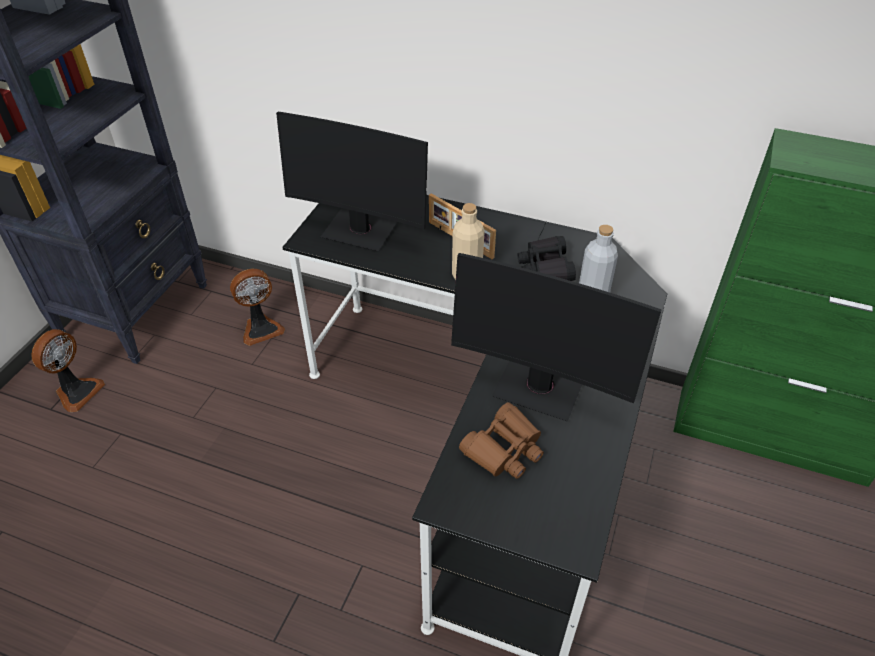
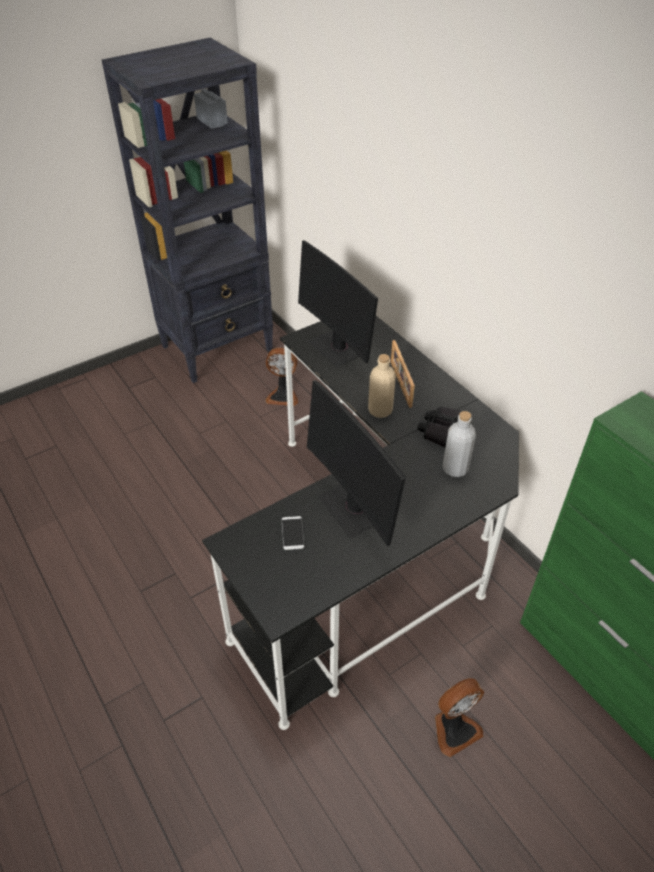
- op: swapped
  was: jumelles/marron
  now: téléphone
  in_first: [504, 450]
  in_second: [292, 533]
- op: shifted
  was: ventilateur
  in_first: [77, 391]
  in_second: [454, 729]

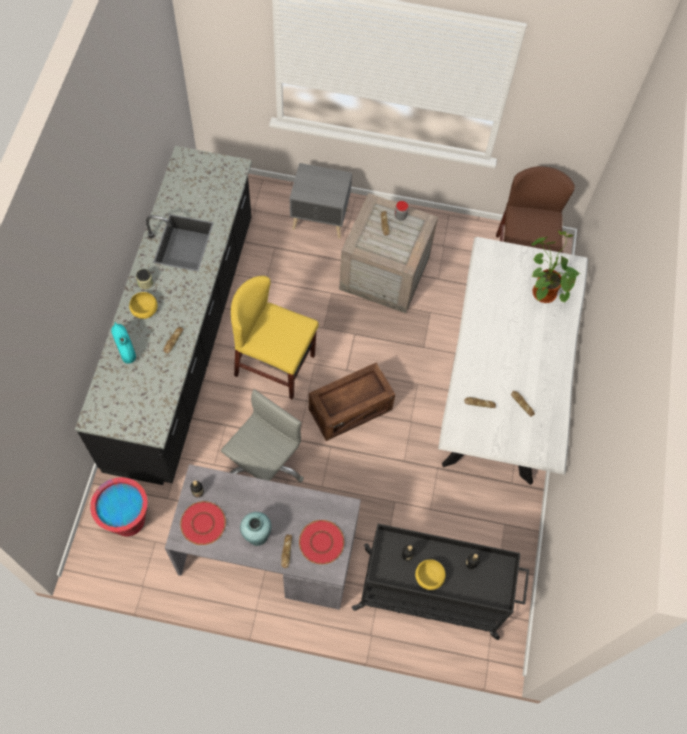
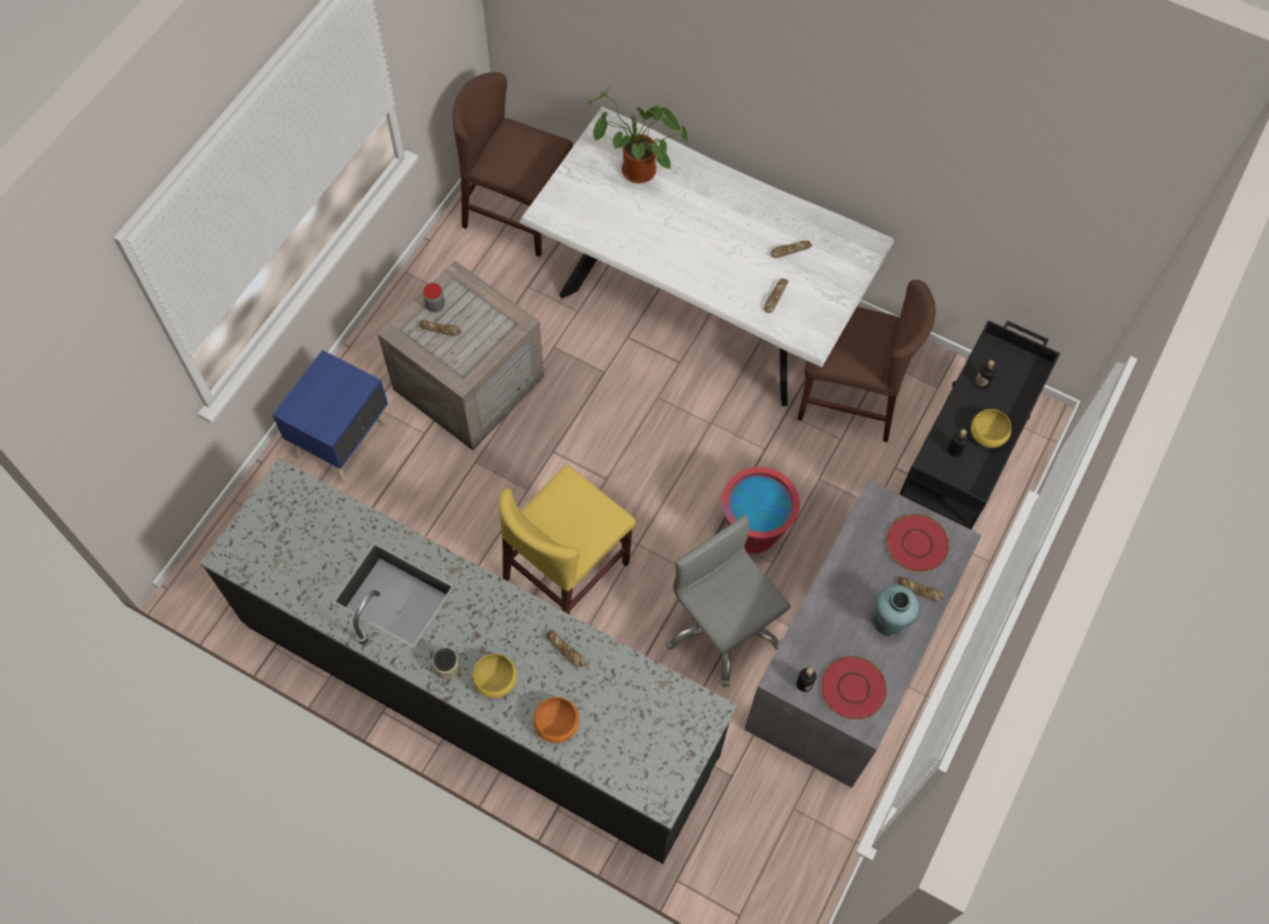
- op: repainted
  was: table de chevet/gris
  now: table de chevet/bleu
  in_first: [320, 220]
  in_second: [344, 440]
- op: swapped
  was: vase/turquoise
  now: bol/orange
  in_first: [125, 349]
  in_second: [557, 723]
- op: shifted
  was: seau/rouge
  in_first: [128, 520]
  in_second: [753, 532]
- op: new
  now: chaise/marron
  in_second: [849, 397]
- op: gone
  was: caisse
  in_first: [350, 410]

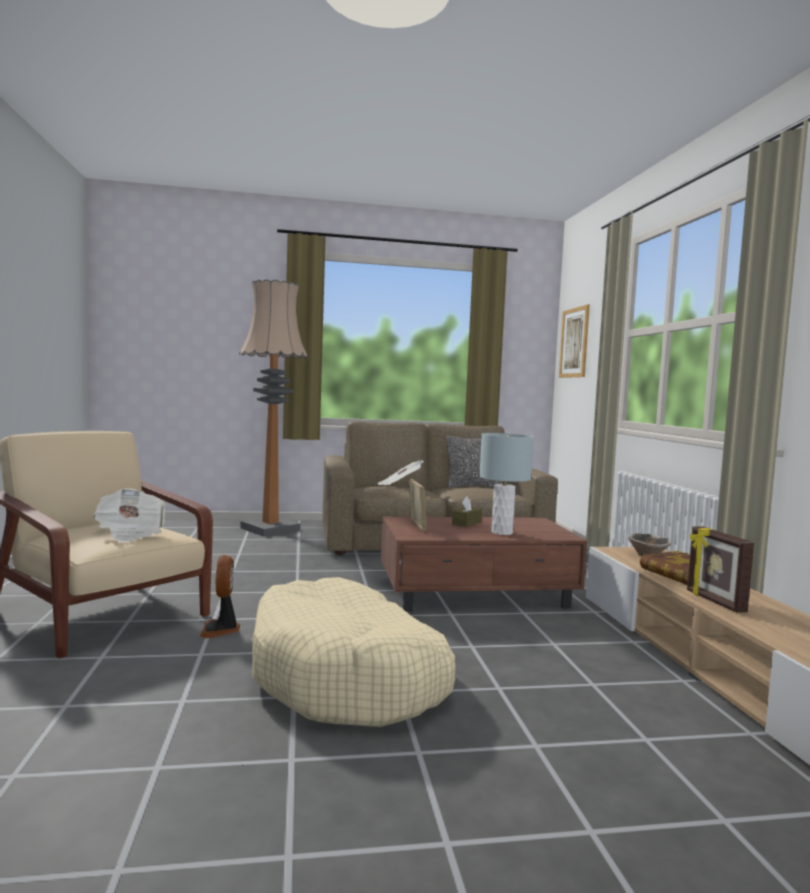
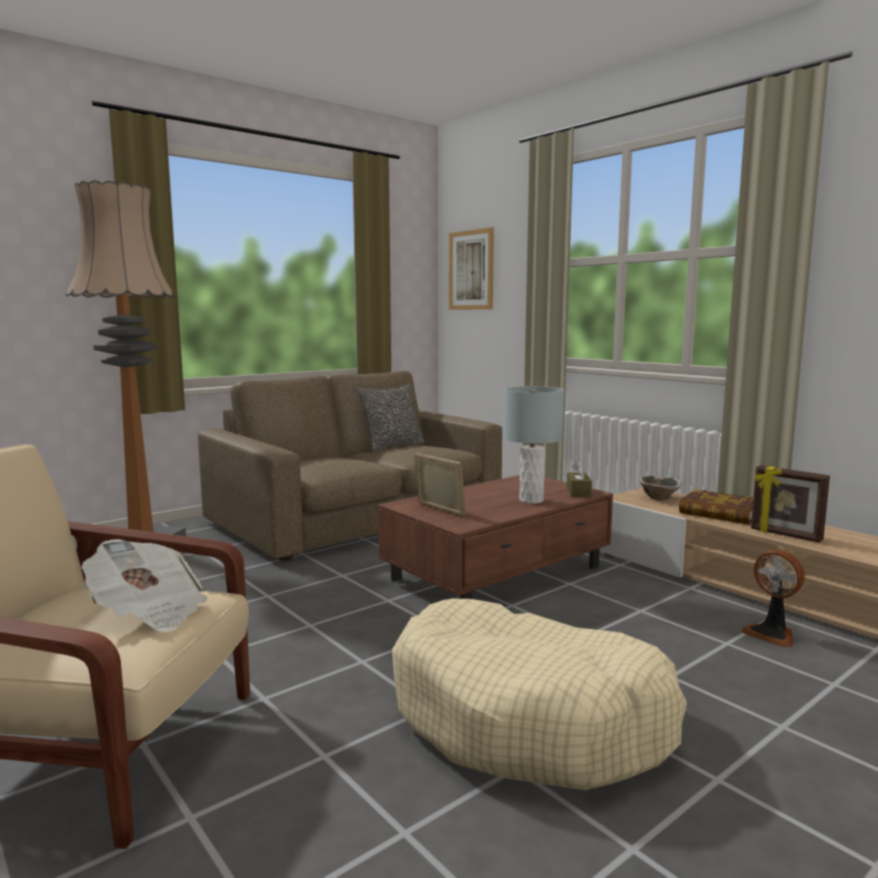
- op: shifted
  was: boîte à mouchoirs/marron
  in_first: [466, 523]
  in_second: [578, 492]
- op: shifted
  was: ventilateur
  in_first: [221, 629]
  in_second: [772, 634]
- op: gone
  was: journal
  in_first: [399, 485]

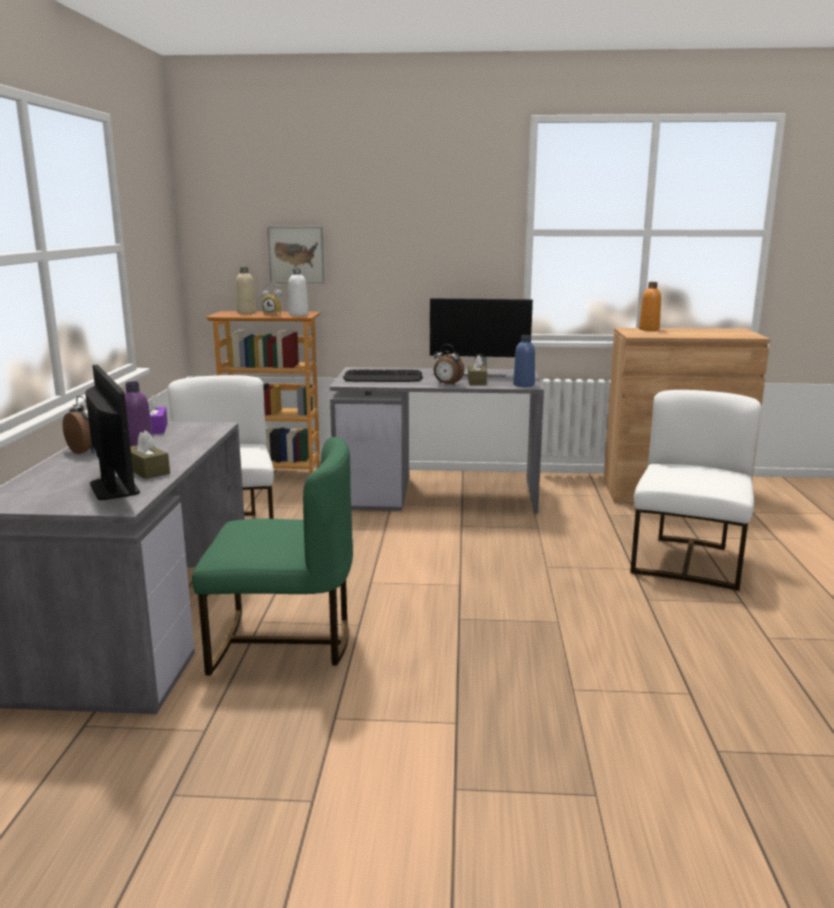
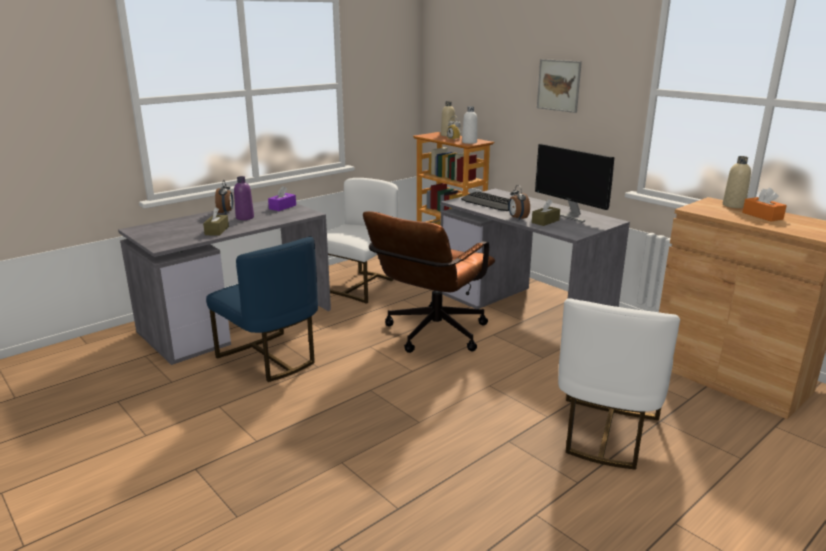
- op: repainted
  was: chaise/vert
  now: chaise/bleu
  in_first: [283, 642]
  in_second: [270, 358]
- op: new
  now: chaise de bureau/marron
  in_second: [430, 335]
- op: shifted
  was: tableau
  in_first: [296, 254]
  in_second: [559, 85]
- op: rotated
  was: chaise/blanc
  in_first: [688, 561]
  in_second: [605, 433]
  clockwise: 135
- op: repainted
  was: bouteille/orange
  now: bouteille/beige
  in_first: [649, 329]
  in_second: [733, 205]
- op: new
  now: boîte à mouchoirs/orange
  in_second: [762, 216]
- op: gone
  was: écran d'ordinateur
  in_first: [114, 488]
- op: gone
  was: bouteille/bleu
  in_first: [523, 385]

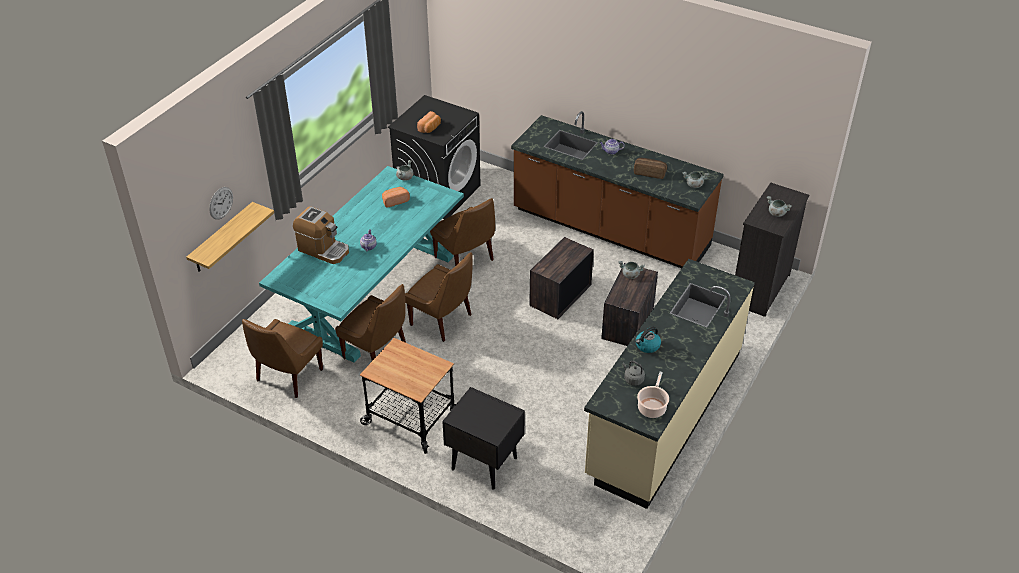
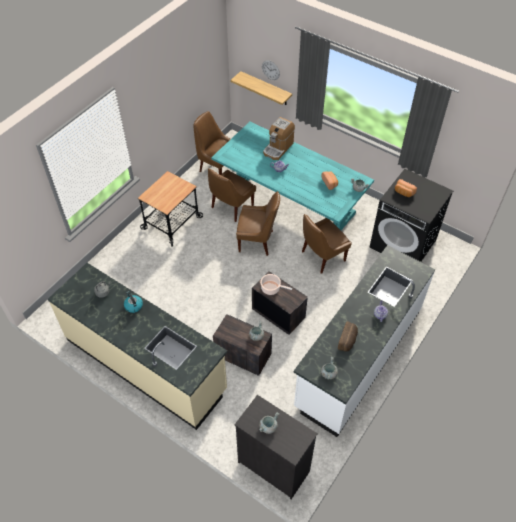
- op: rotated
  was: chaise/marron
  in_first: [443, 321]
  in_second: [257, 241]
  clockwise: -120
- op: shifted
  was: marmite
  in_first: [652, 407]
  in_second: [271, 289]
- op: repainted
  was: comptoir de cuisine/marron
  now: comptoir de cuisine/blanc
  in_first: [610, 229]
  in_second: [358, 357]
- op: gone
  was: table de chevet/noir
  in_first: [483, 462]

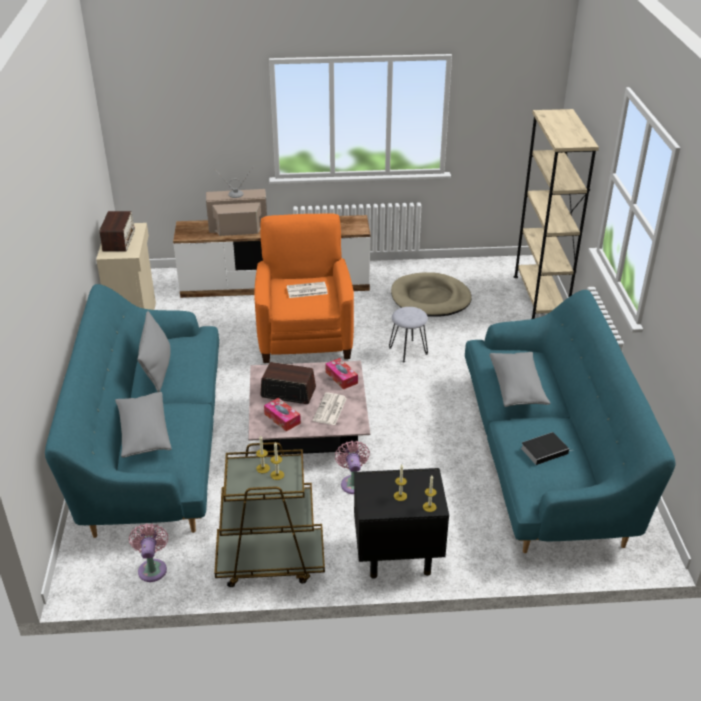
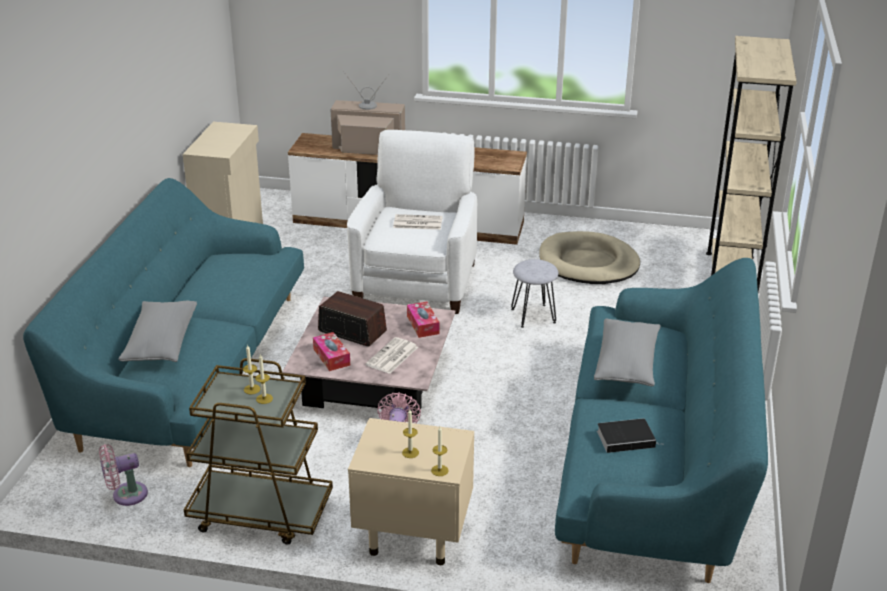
- op: rotated
  was: ventilateur/rose
  in_first: [152, 568]
  in_second: [126, 495]
  clockwise: -120
- op: repainted
  was: fauteuil/orange
  now: fauteuil/blanc
  in_first: [305, 336]
  in_second: [416, 282]
- op: repainted
  was: table de chevet/noir
  now: table de chevet/beige
  in_first: [396, 555]
  in_second: [412, 535]
- op: gone
  was: radio
  in_first: [119, 240]
- op: gone
  was: coussin/gris
  in_first: [157, 367]

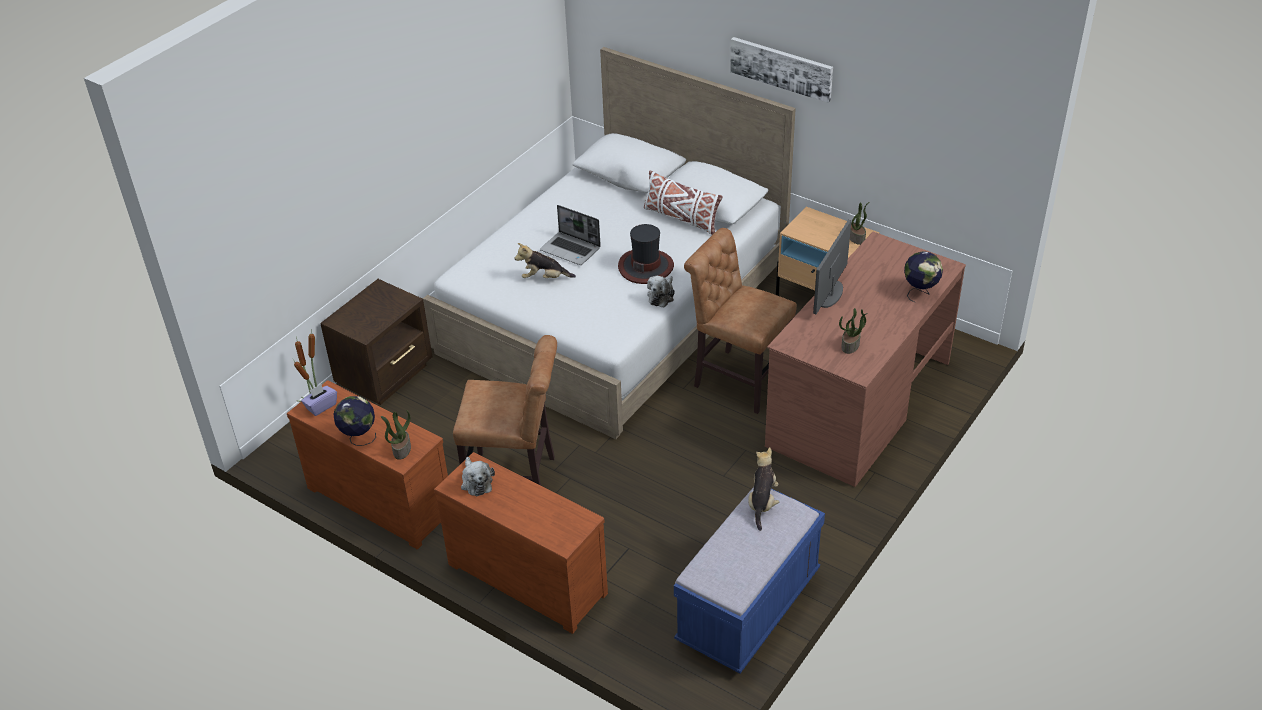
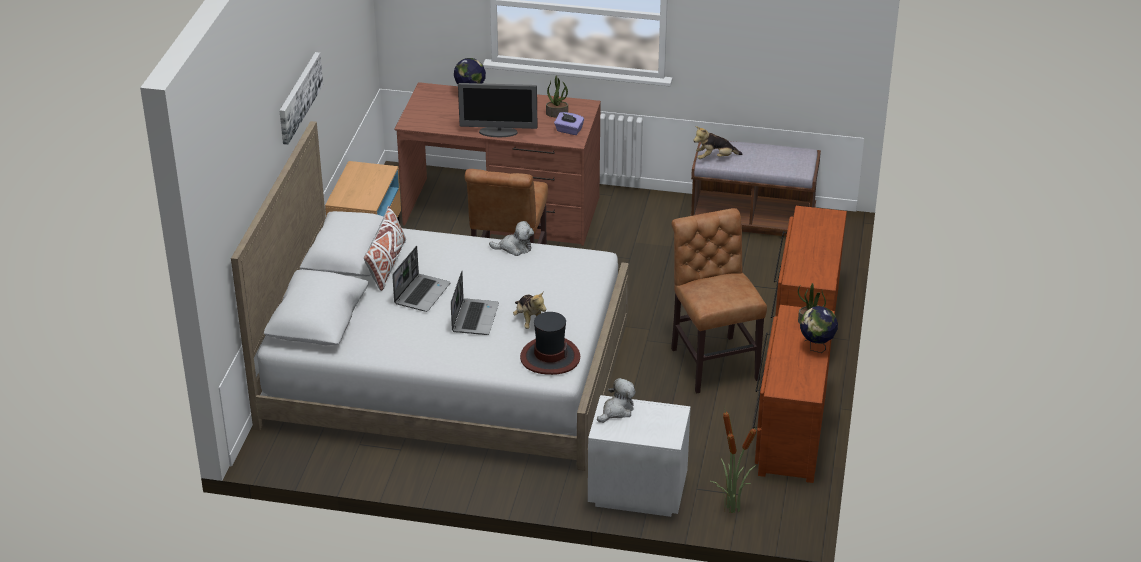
- op: new
  now: ordinateur portable
  in_second: [422, 293]
- op: shifted
  was: chapeau
  in_first: [646, 266]
  in_second: [549, 357]
- op: shifted
  was: boîte à mouchoirs/violet
  in_first: [321, 406]
  in_second: [569, 130]
- op: repainted
  was: table de chevet/marron
  now: table de chevet/blanc
  in_first: [386, 375]
  in_second: [636, 492]
- op: shifted
  was: peluche
  in_first: [476, 482]
  in_second: [617, 410]
- op: repainted
  was: banc/bleu
  now: banc/marron
  in_first: [748, 609]
  in_second: [752, 218]
- op: gone
  was: plante en pot
  in_first: [856, 238]

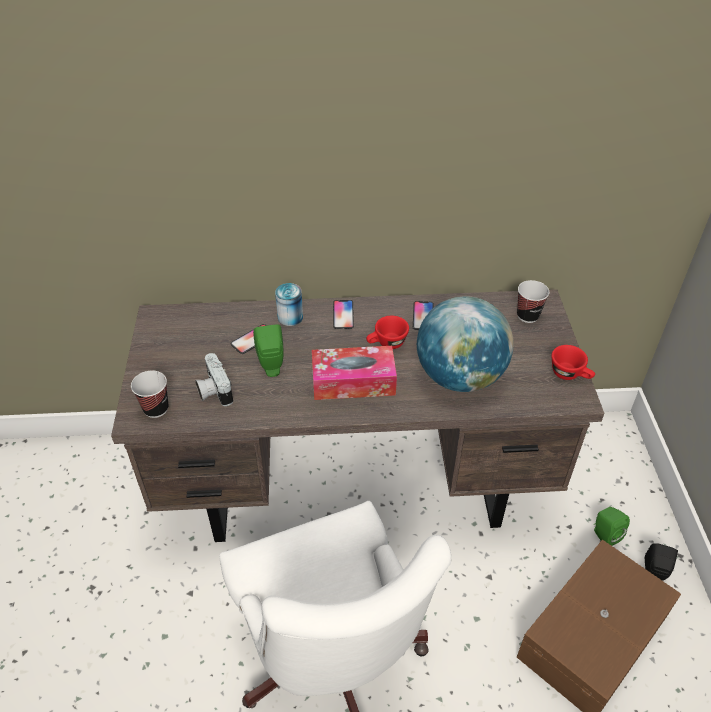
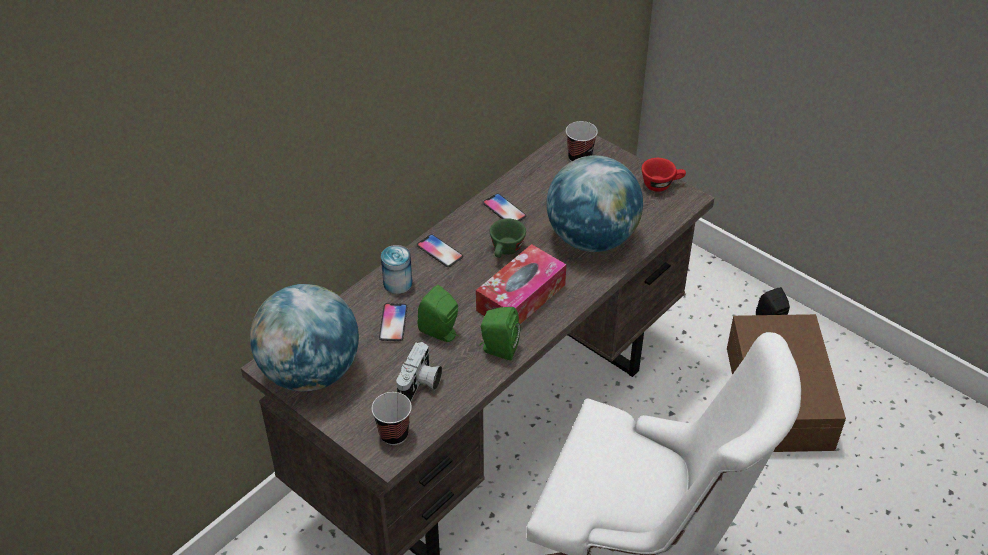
- op: new
  now: globe
  in_second: [310, 372]
- op: rotated
  was: appareil photo
  in_first: [213, 390]
  in_second: [420, 385]
  clockwise: -90
- op: shifted
  was: enceinte/vert
  in_first: [604, 535]
  in_second: [498, 349]
- op: repainted
  was: tasse/rouge
  now: tasse/vert
  in_first: [386, 344]
  in_second: [506, 251]

